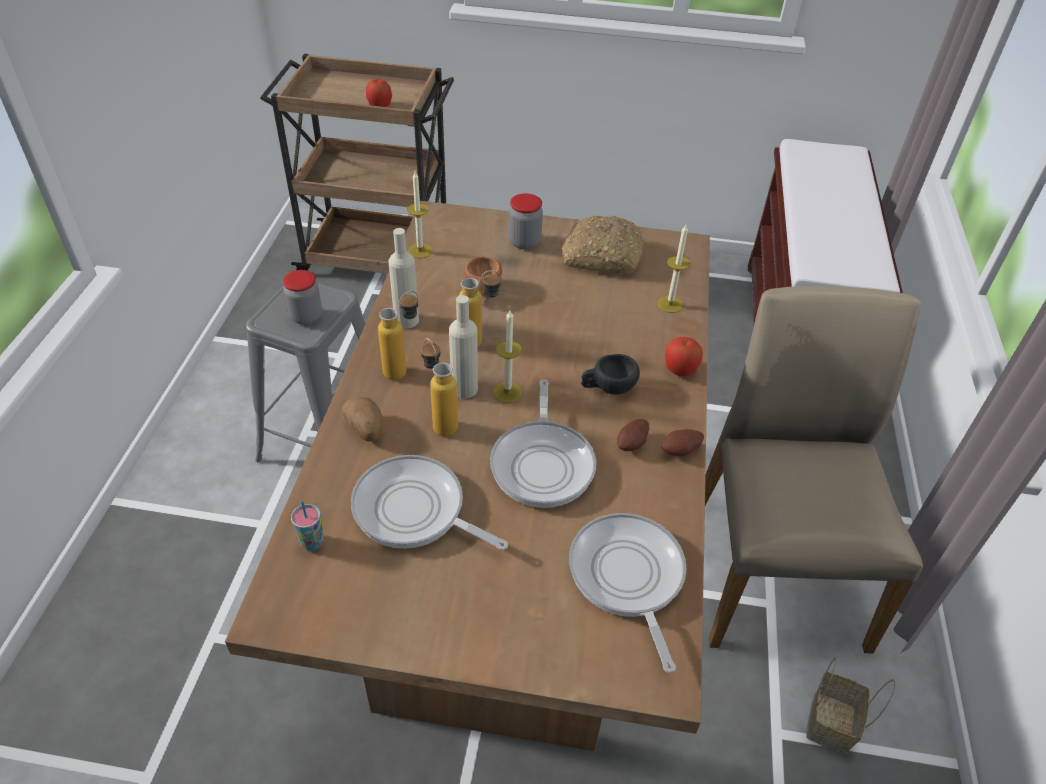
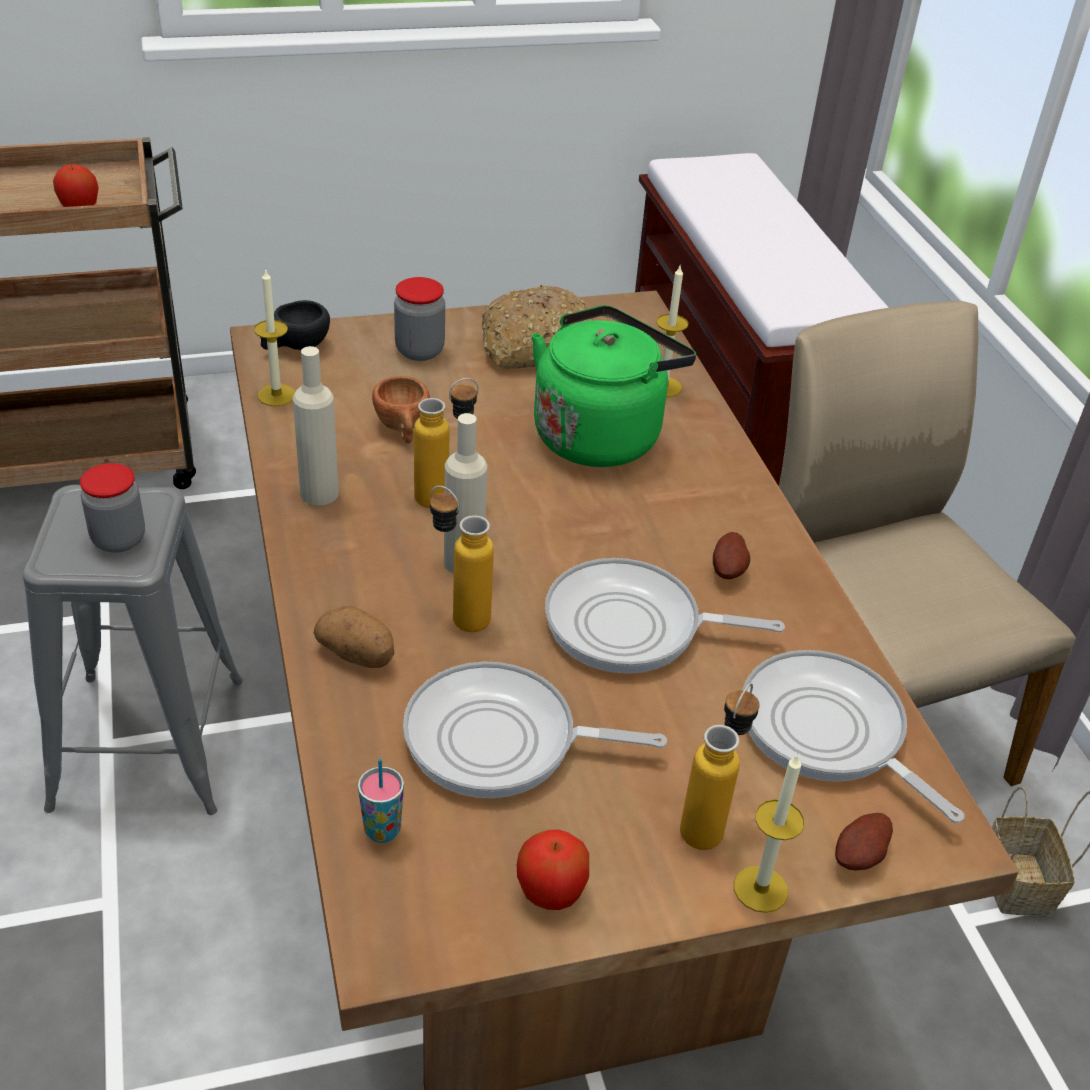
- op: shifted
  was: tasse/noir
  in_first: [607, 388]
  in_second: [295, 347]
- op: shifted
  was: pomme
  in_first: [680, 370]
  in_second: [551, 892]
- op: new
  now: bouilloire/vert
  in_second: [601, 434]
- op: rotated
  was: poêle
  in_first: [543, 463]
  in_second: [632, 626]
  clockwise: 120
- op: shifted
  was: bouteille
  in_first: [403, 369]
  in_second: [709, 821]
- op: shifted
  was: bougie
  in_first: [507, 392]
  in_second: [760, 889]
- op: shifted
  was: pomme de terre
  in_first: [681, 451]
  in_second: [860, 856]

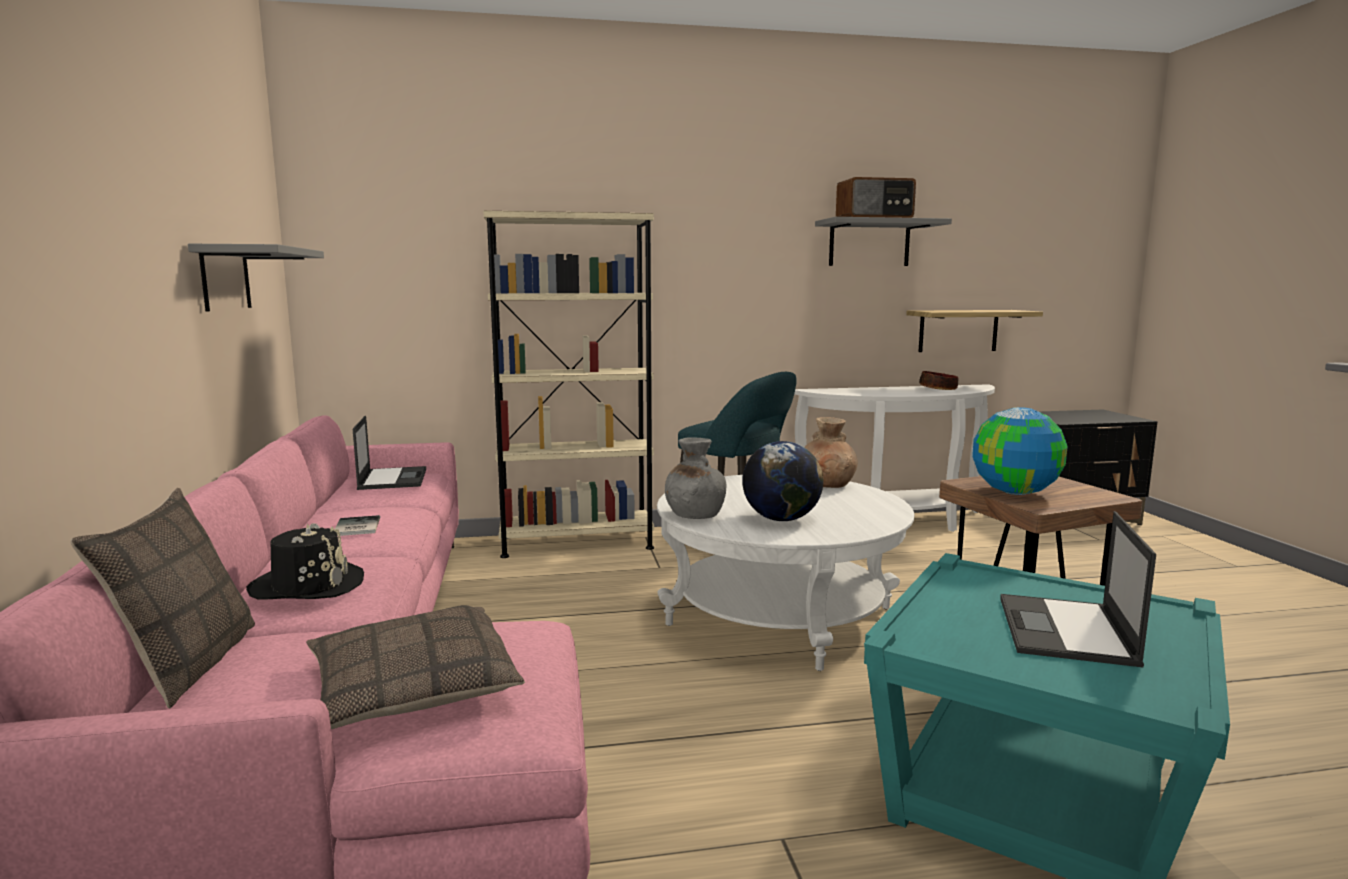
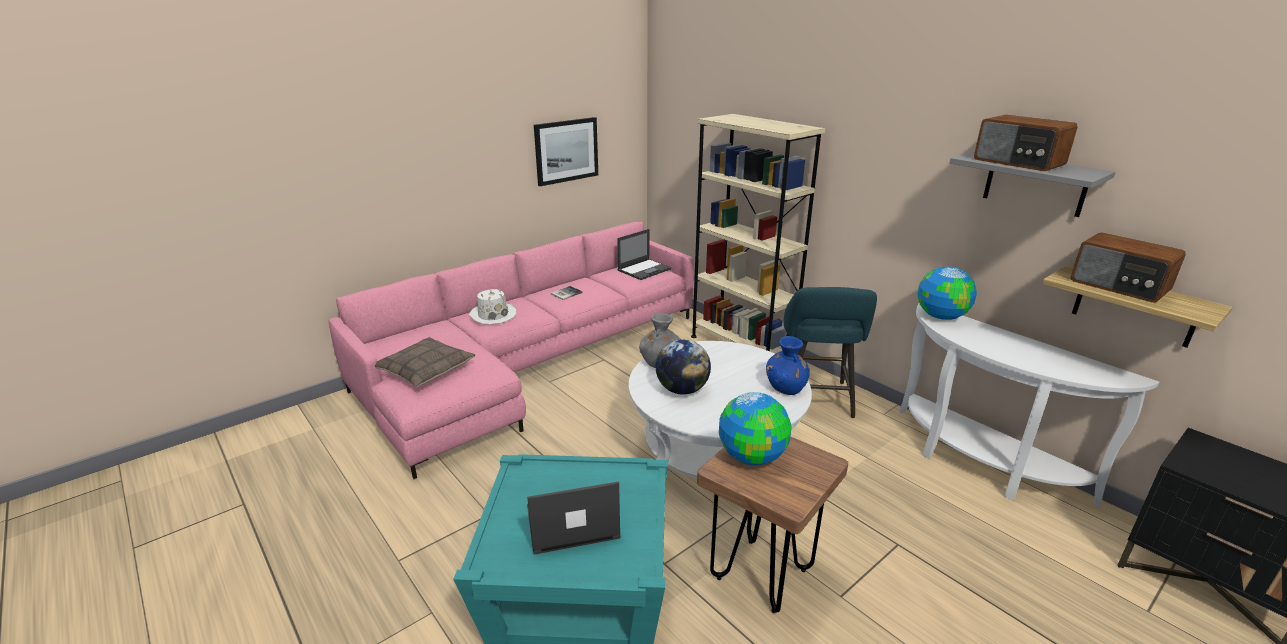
- op: repainted
  was: chapeau/noir
  now: chapeau/blanc
  in_first: [308, 586]
  in_second: [493, 315]
- op: swapped
  was: étagère/gris
  now: tableau
  in_first: [225, 278]
  in_second: [566, 151]
- op: repainted
  was: vase/marron
  now: vase/bleu
  in_first: [827, 485]
  in_second: [786, 388]
- op: new
  now: globe
  in_second: [940, 316]
- op: new
  now: radio
  in_second: [1119, 286]
- op: gone
  was: coussin
  in_first: [187, 665]
- op: gone
  was: bol
  in_first: [938, 389]

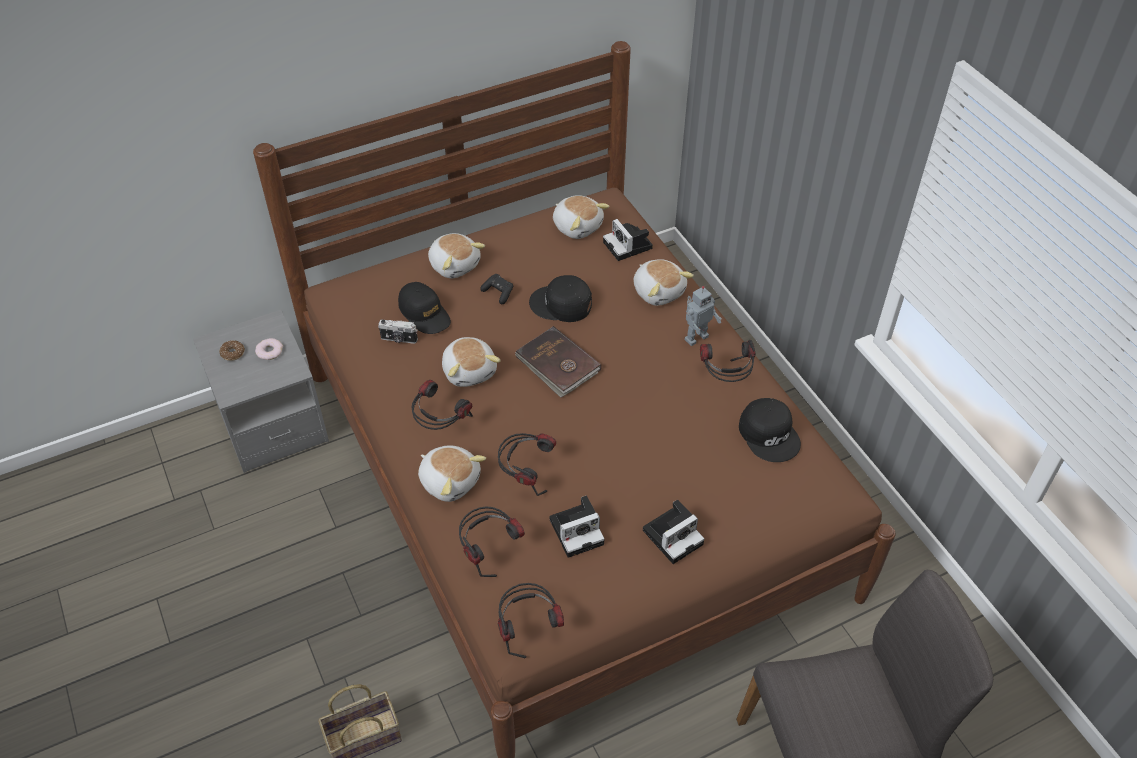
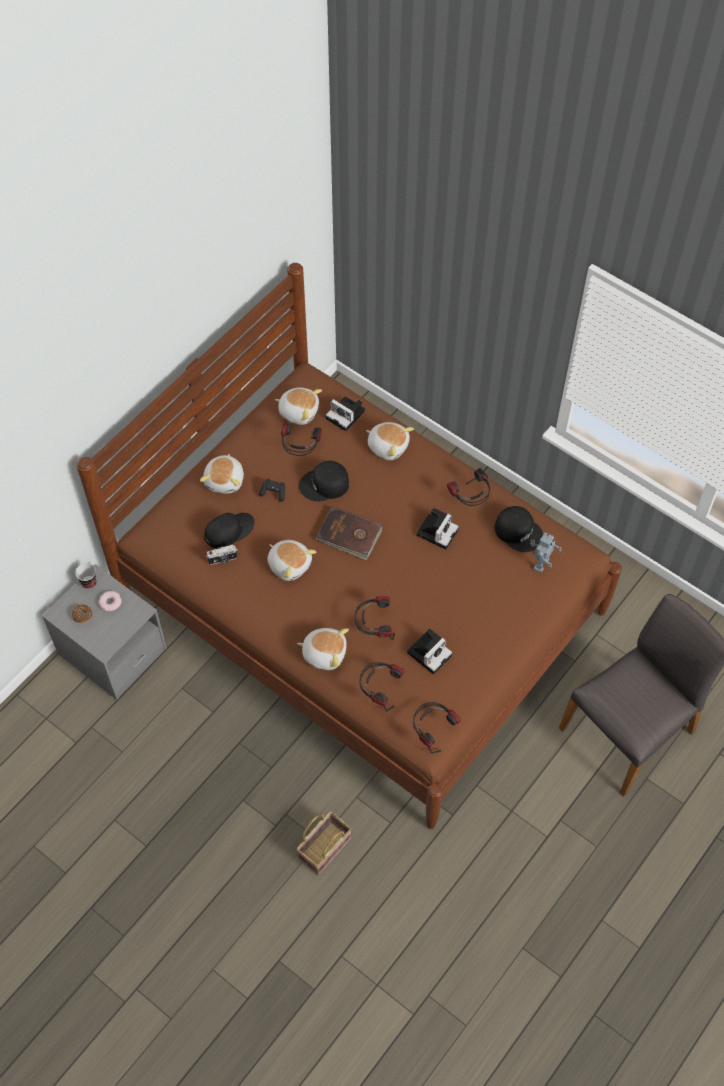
- op: new
  now: tasse
  in_second: [89, 583]
- op: rotated
  was: peluche
  in_first: [455, 264]
  in_second: [225, 480]
  clockwise: 75
- op: rotated
  was: casquette/noir
  in_first: [425, 313]
  in_second: [229, 531]
  clockwise: -60
- op: shifted
  was: casque audio
  in_first: [441, 425]
  in_second: [300, 451]
- op: shifted
  was: appareil photo
  in_first: [674, 535]
  in_second: [437, 531]
- op: shifted
  was: robot jouet
  in_first: [695, 337]
  in_second: [540, 564]

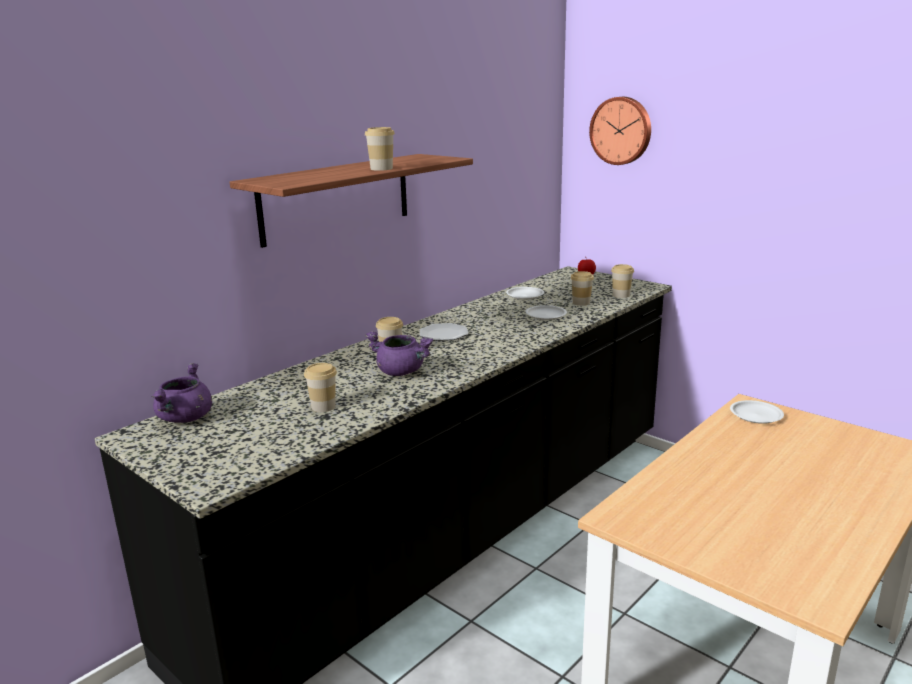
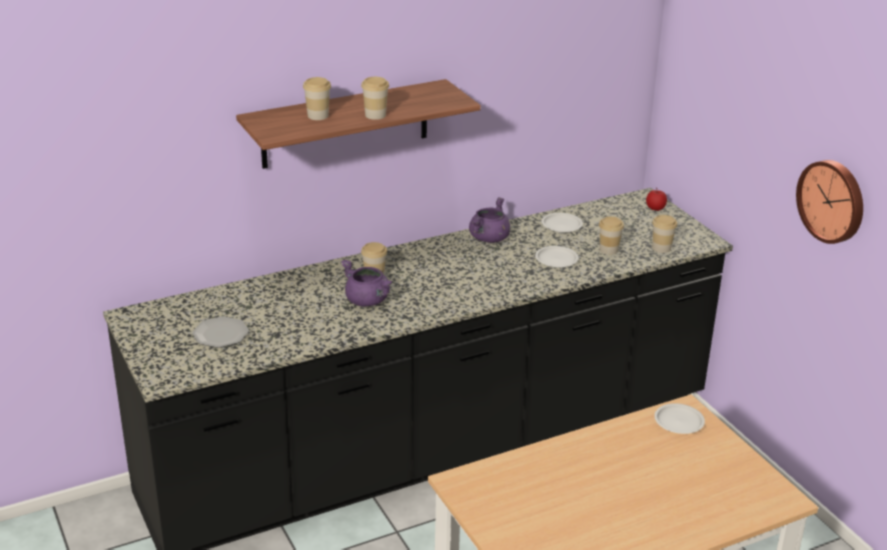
- op: shifted
  was: assiette
  in_first: [444, 334]
  in_second: [221, 334]
- op: shifted
  was: tasse
  in_first: [323, 406]
  in_second: [318, 116]
- op: shifted
  was: marmite/violet
  in_first: [185, 418]
  in_second: [489, 239]
- op: shifted
  was: horloge murale
  in_first: [621, 130]
  in_second: [832, 201]

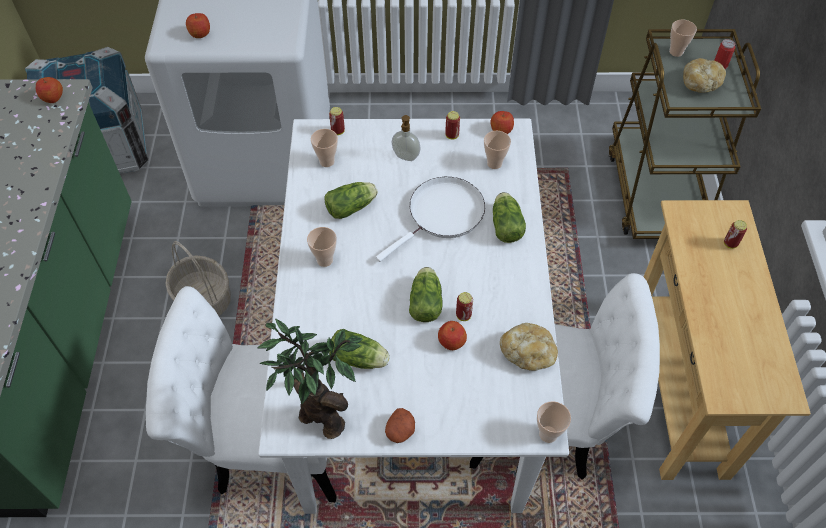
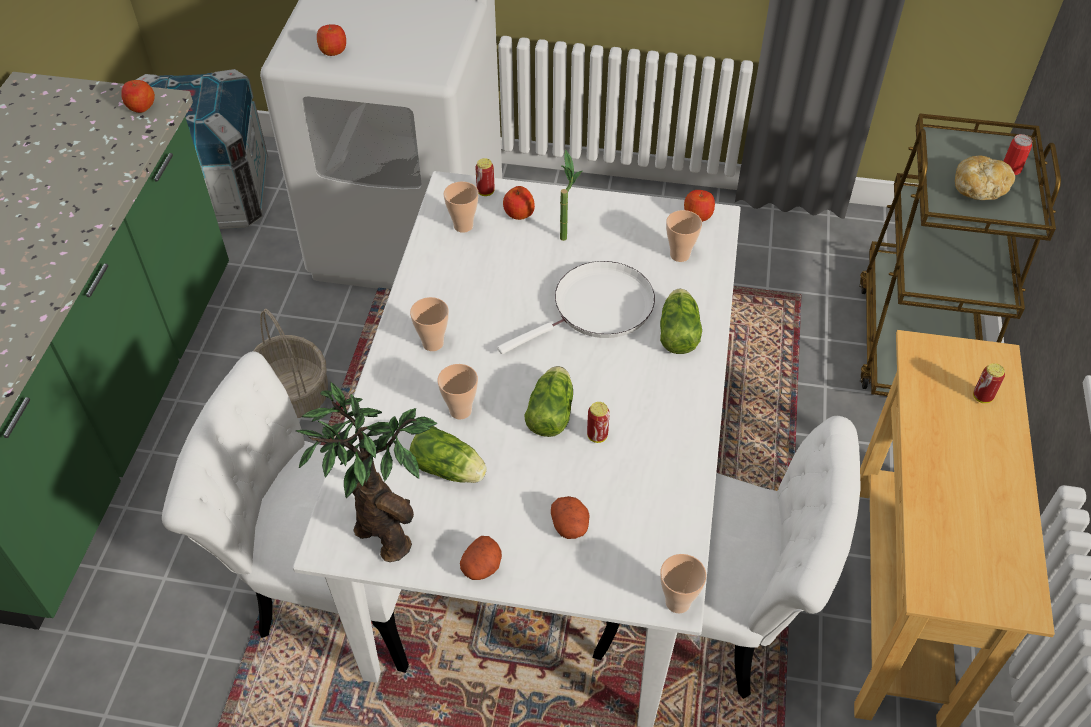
- op: shifted
  was: tasse
  in_first: [676, 52]
  in_second: [460, 410]
- op: shifted
  was: pomme
  in_first: [451, 341]
  in_second: [518, 213]
- op: new
  now: pomme de terre
  in_second: [570, 525]
- op: swapped
  was: distributeur de savon
  now: plante en pot
  in_first: [405, 157]
  in_second: [565, 233]
- op: gone
  was: laitue
  in_first: [352, 207]
- op: gone
  was: boîte métallique
  in_first: [452, 135]
- op: gone
  was: pain
  in_first: [527, 353]

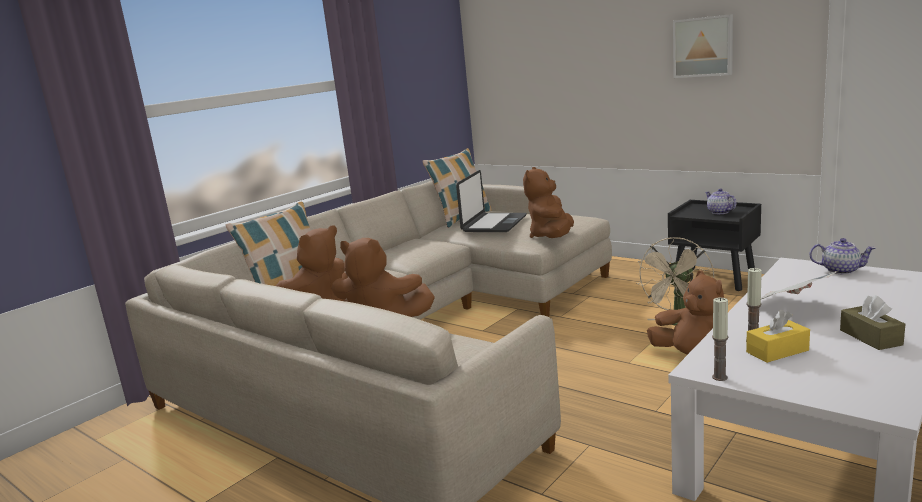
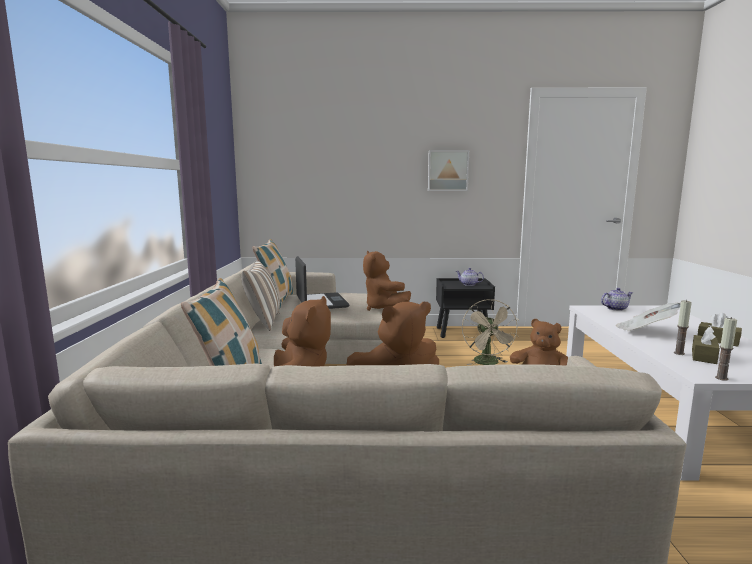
- op: new
  now: coussin
  in_second: [263, 322]
- op: repainted
  was: boîte à mouchoirs/jaune
  now: boîte à mouchoirs/marron
  in_first: [777, 351]
  in_second: [704, 356]

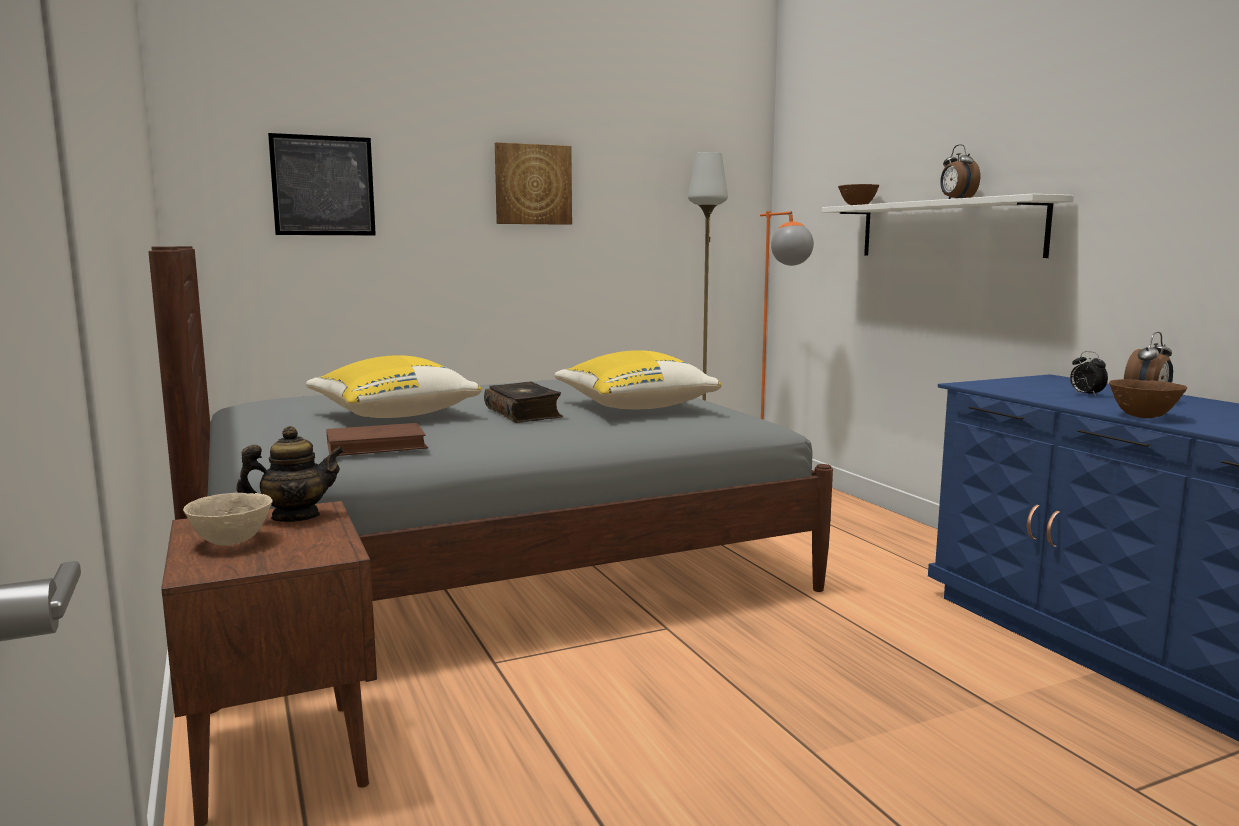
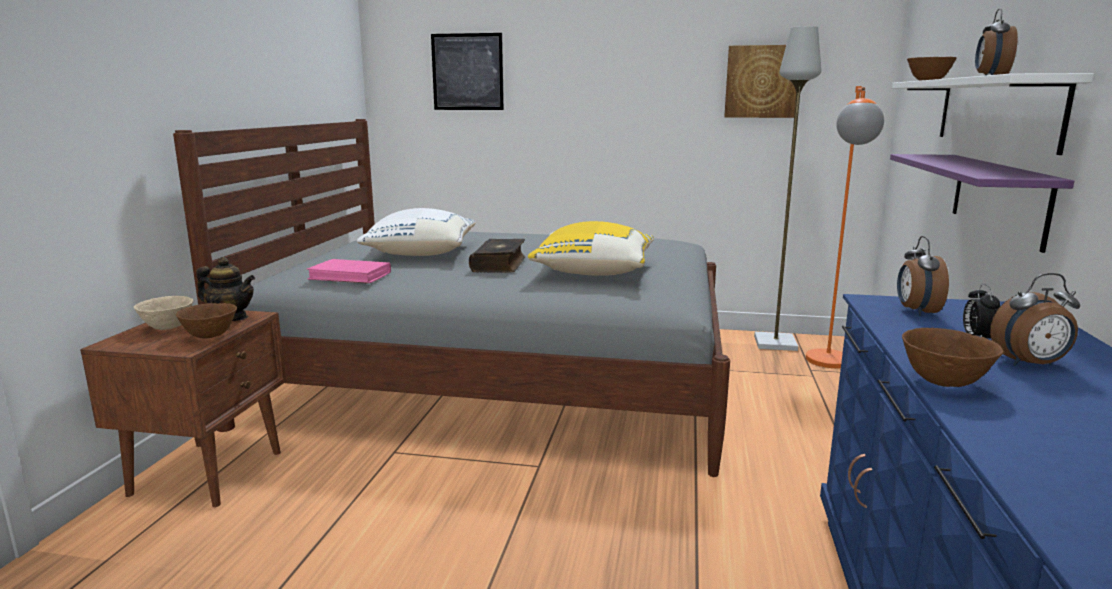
- op: new
  now: bol/marron
  in_second: [210, 336]
- op: repainted
  was: livre/marron
  now: livre/rose
  in_first: [376, 446]
  in_second: [350, 276]
- op: repainted
  was: coussin/jaune
  now: coussin/blanc
  in_first: [392, 415]
  in_second: [420, 253]
- op: shifted
  was: tableau
  in_first: [533, 184]
  in_second: [762, 82]
- op: new
  now: étagère/violet
  in_second: [998, 198]
- op: new
  now: réveil
  in_second: [916, 311]

